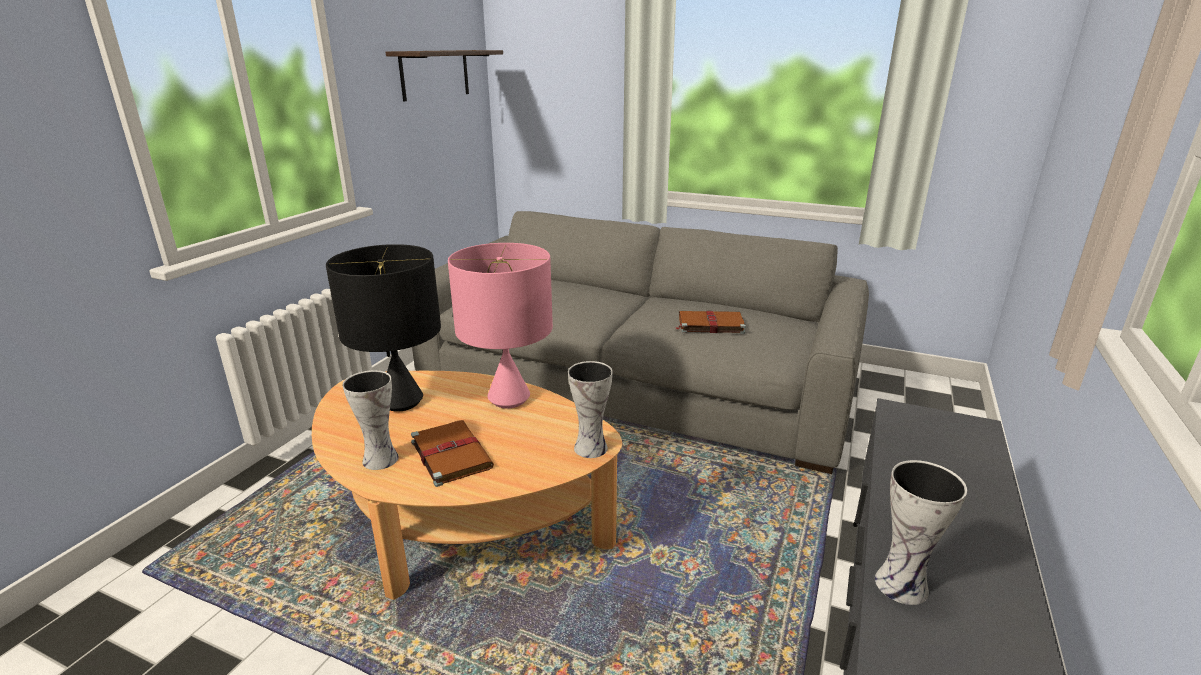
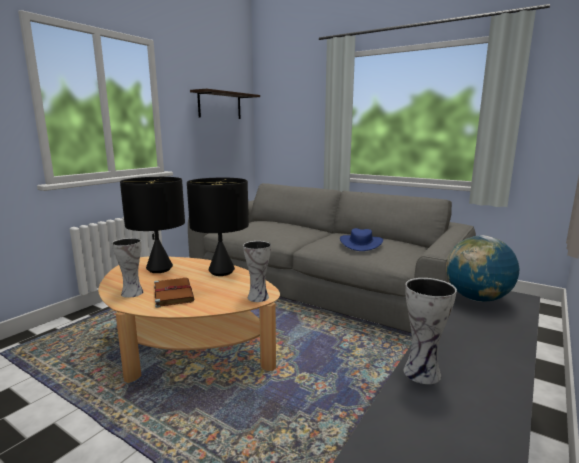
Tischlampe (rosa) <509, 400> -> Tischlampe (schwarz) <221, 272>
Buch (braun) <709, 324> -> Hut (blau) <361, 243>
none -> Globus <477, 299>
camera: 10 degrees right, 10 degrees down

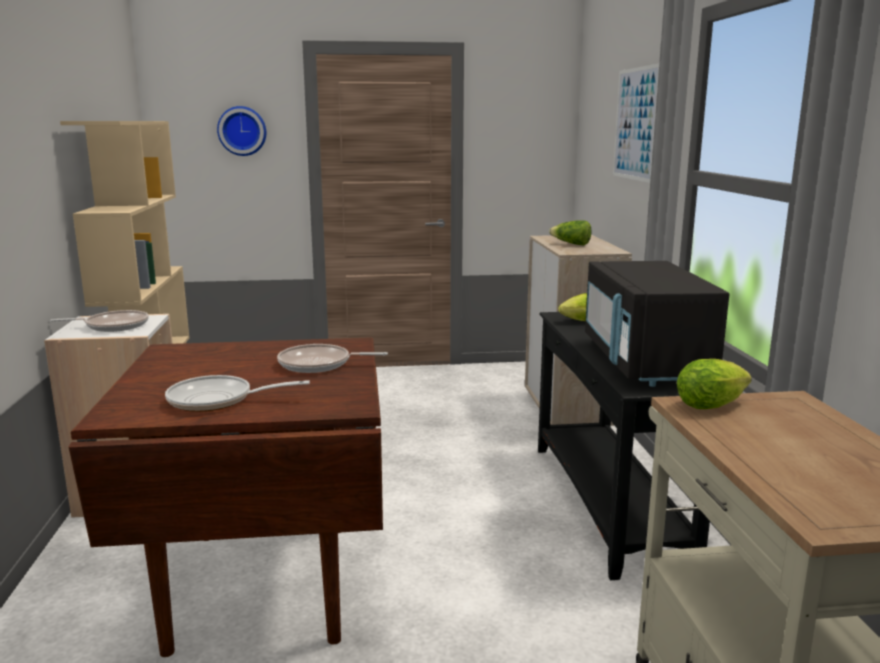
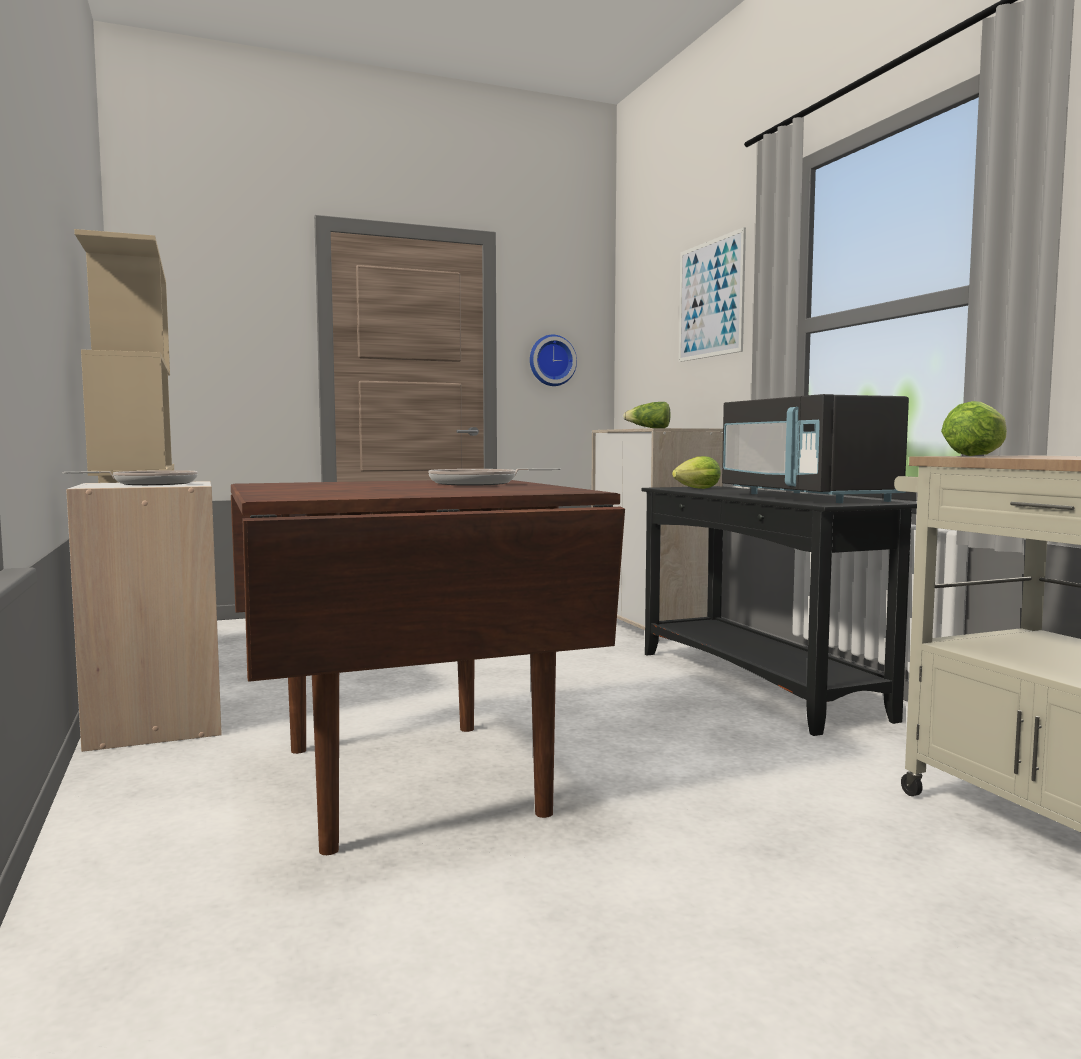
Wanduhr <242, 131> -> Wanduhr <551, 360>, shifted
Pfanne <217, 400> -> none
camera: 15 degrees left, 10 degrees down

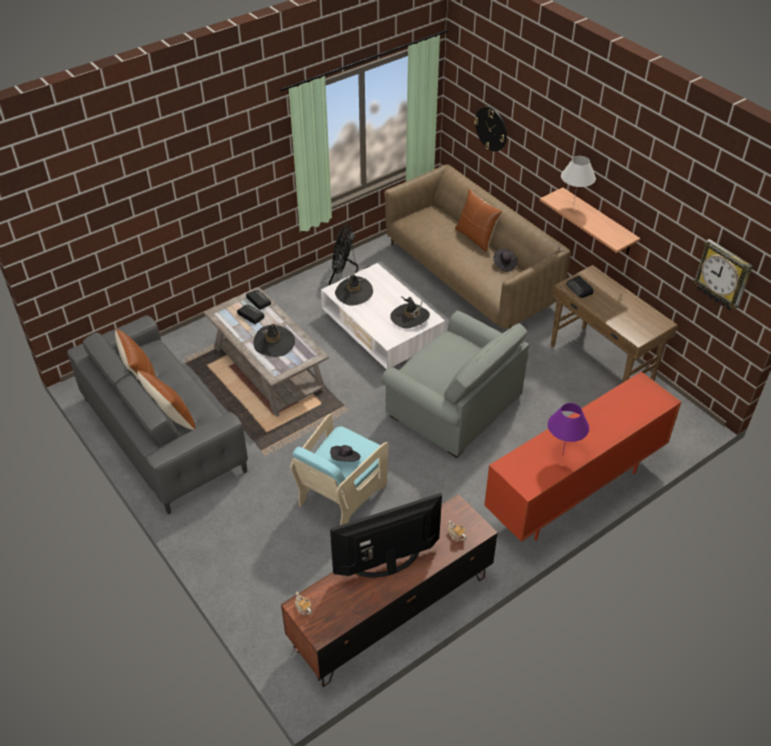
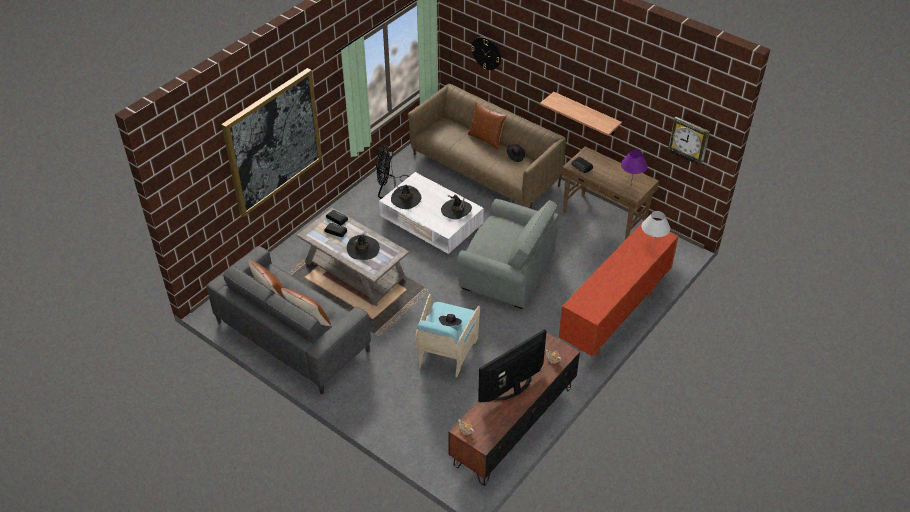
none -> Bild <273, 141>
Tischlampe (lila) <562, 454> -> Tischlampe (lila) <630, 186>, shifted
Tischlampe (weiß) <573, 207> -> Tischlampe (weiß) <651, 248>, shifted
camera: 15 degrees left, 0 degrees up

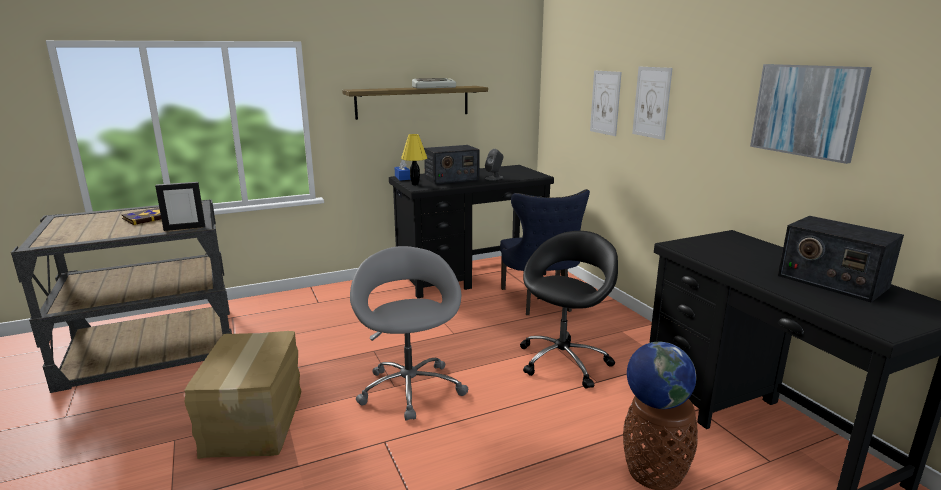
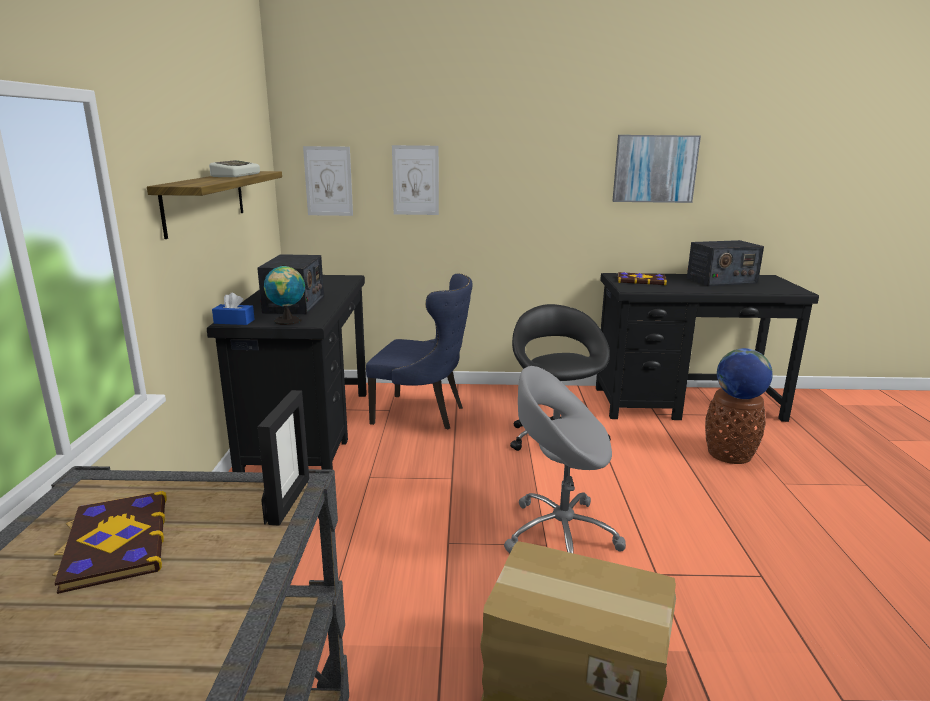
Tischlampe (gelb) <415, 184> -> Globus <287, 321>
Bild <651, 102> -> Bild <328, 181>, shifted
none -> Buch <641, 280>
Lautsprecher (grau) <494, 178> -> none
camera: 65 degrees left, 0 degrees up

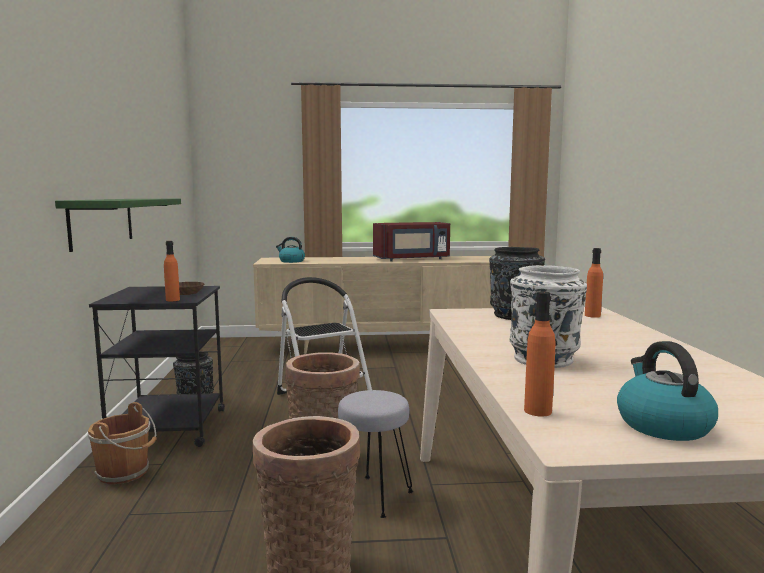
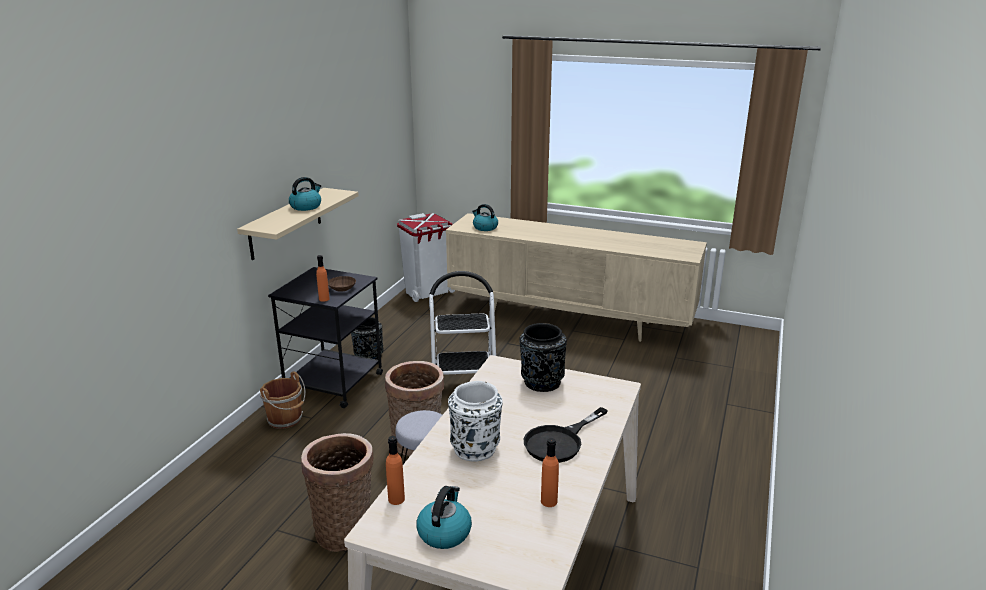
Wandregal (grün) <102, 222> -> Wandregal (beige) <285, 223>
none -> Wasserkessel <306, 206>
none -> Mülleimer (weiß) <428, 293>
none -> Pfanne (schwarz) <560, 441>
Flasche (orange) <592, 315> -> Flasche (orange) <549, 501>, shifted
Mikrowelle (rot) <412, 259> -> none
camera: 25 degrees right, 15 degrees up

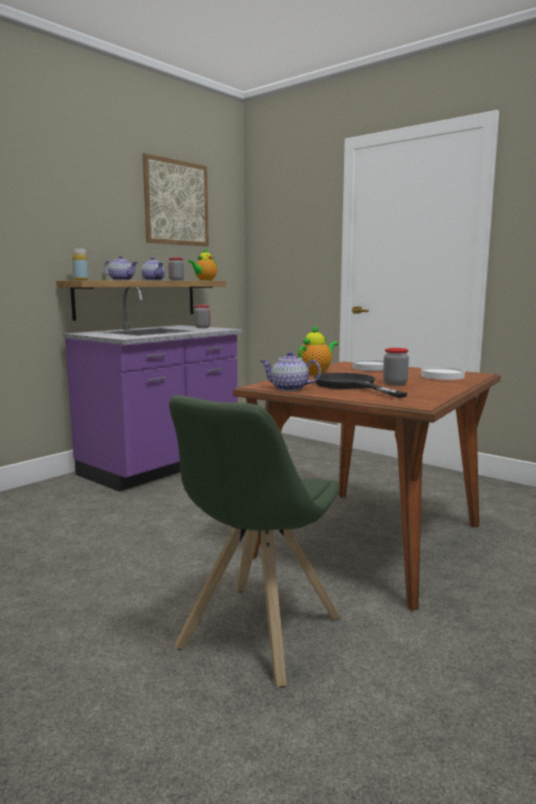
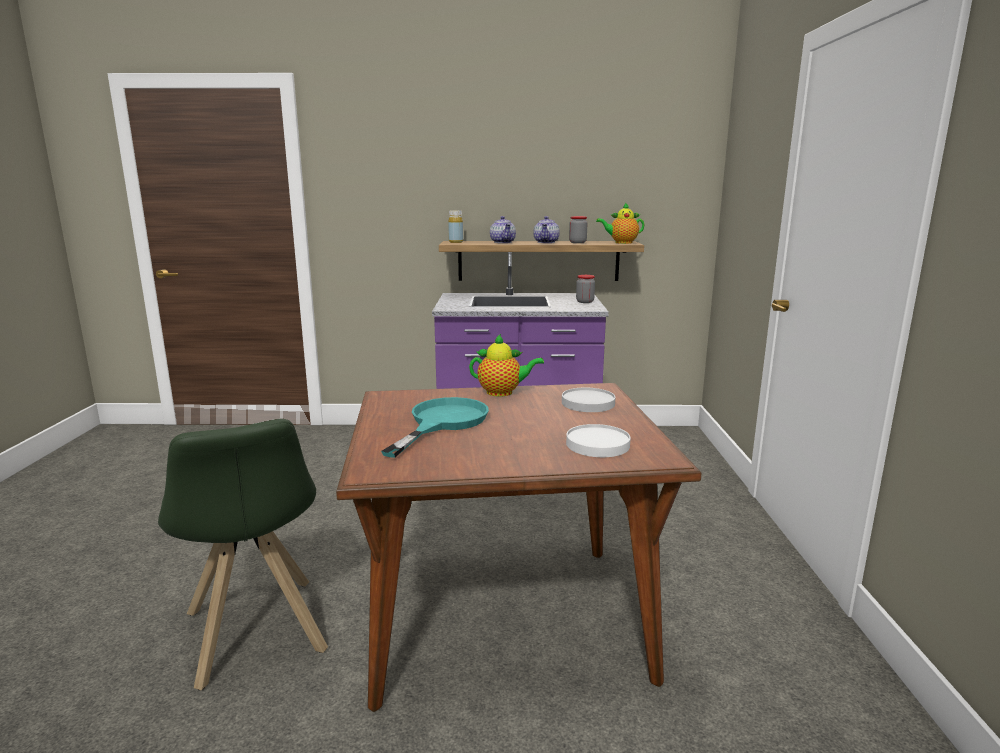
Stuhl (grün) <258, 632> -> Stuhl (grün) <256, 631>, 105 degrees counterclockwise
Pfanne (schwarz) <350, 386> -> Pfanne (türkis) <442, 422>
Bild <176, 202> -> none
Teekanne <289, 388> -> none
Vorratsglas <395, 383> -> none
camera: 50 degrees right, 5 degrees up

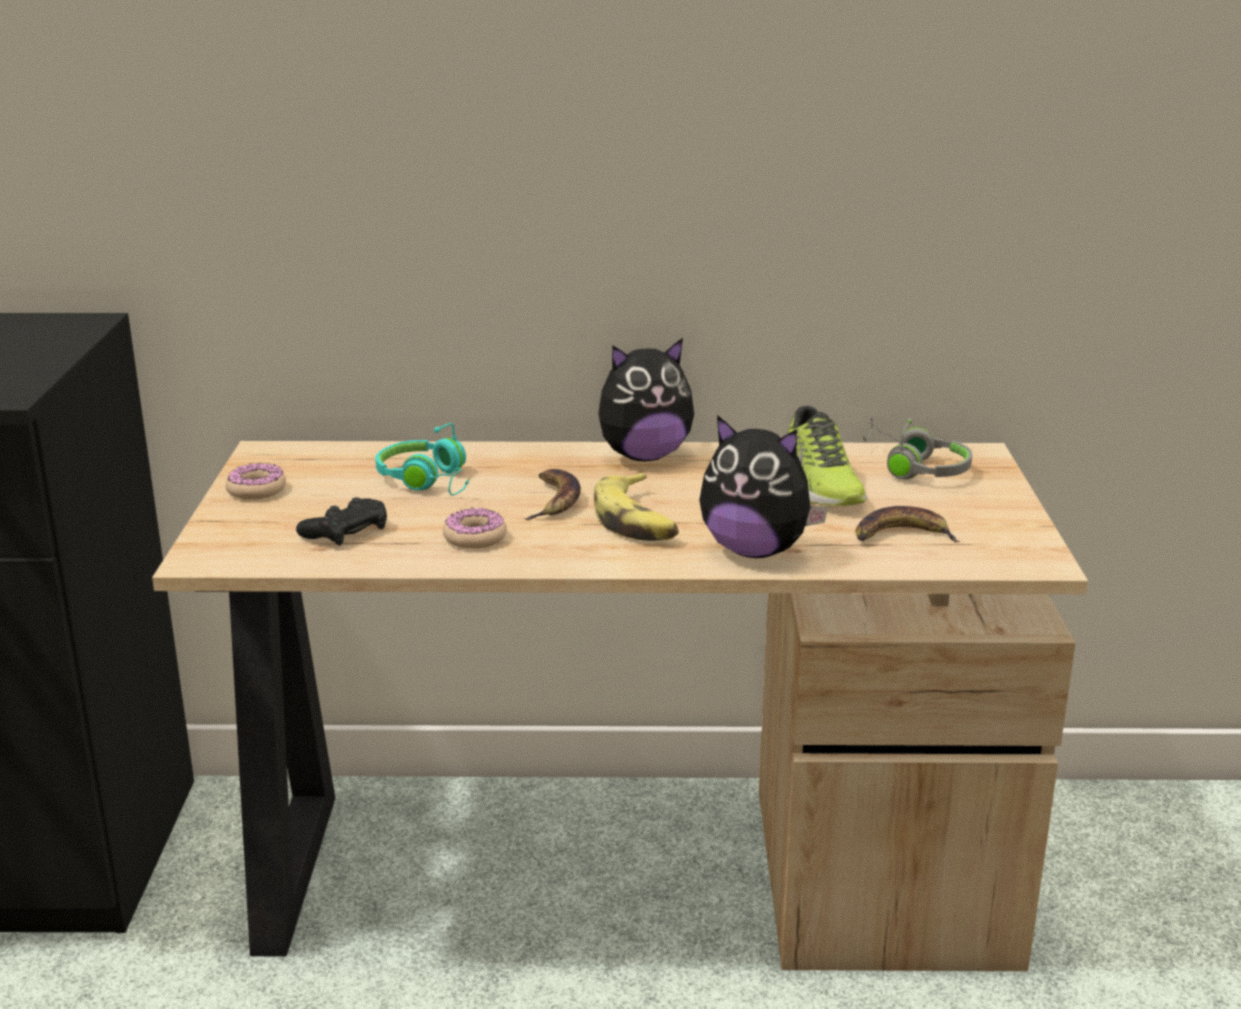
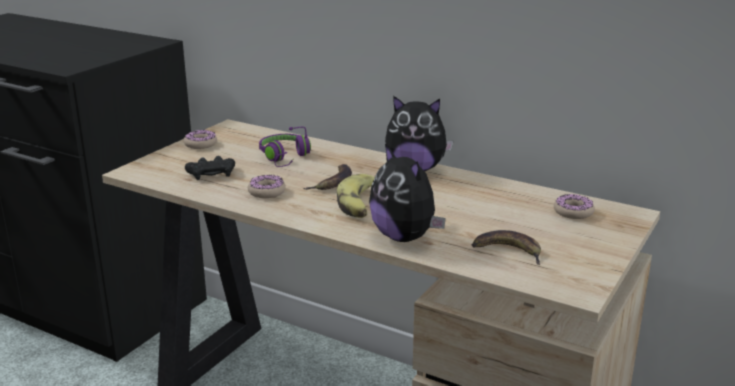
Kopfhörer (türkis) <429, 481> -> Kopfhörer (lila) <285, 158>
Kopfhörer (grau) <913, 467> -> Donut <573, 212>
Schuh <818, 484> -> none
camera: 30 degrees right, 0 degrees up

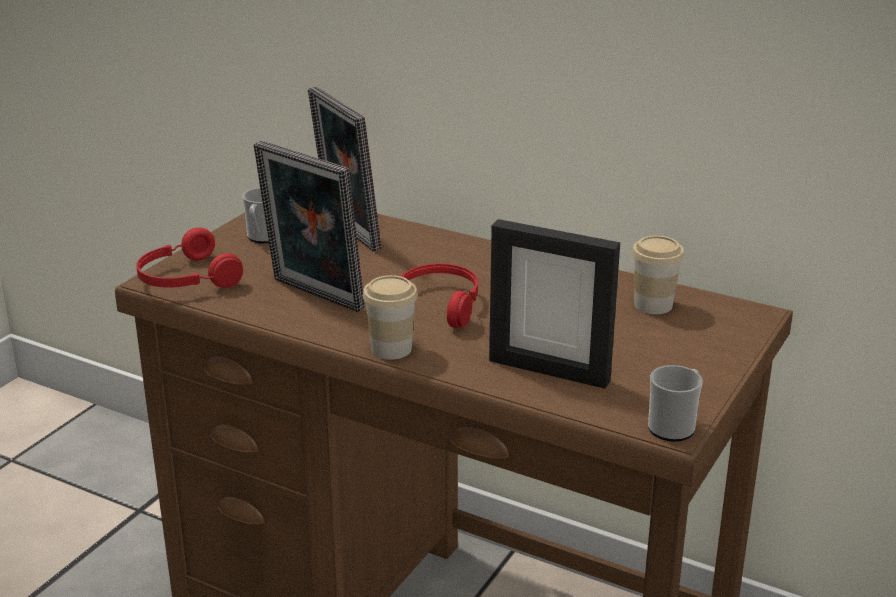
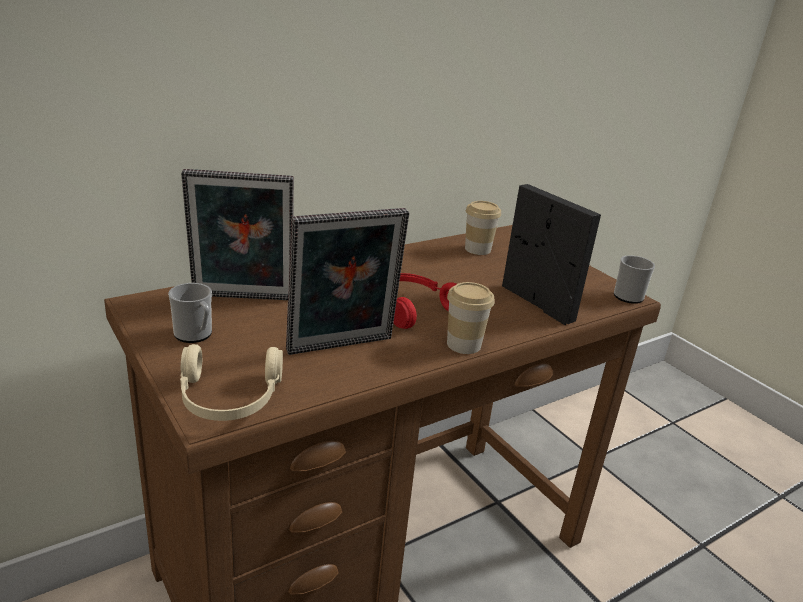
Kopfhörer (rot) <186, 279> -> Kopfhörer (beige) <229, 399>
Bilderrahmen <550, 369> -> Bilderrahmen <536, 303>, 90 degrees counterclockwise
camera: 65 degrees left, 0 degrees up

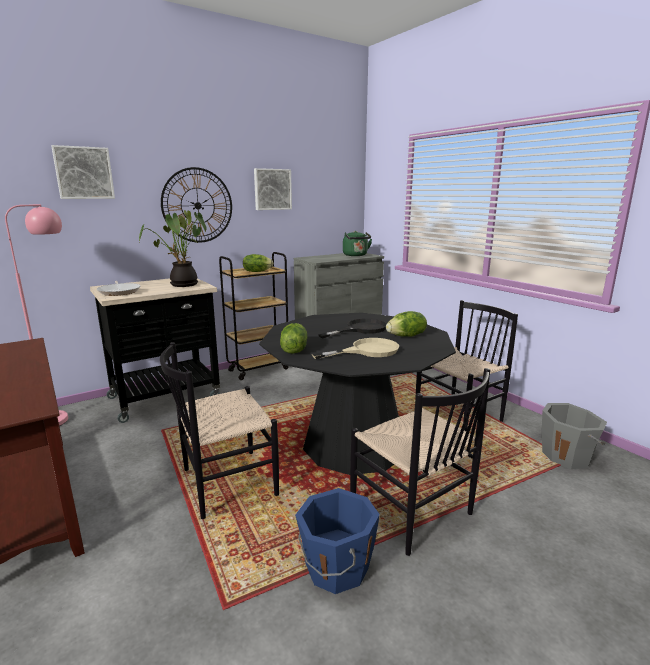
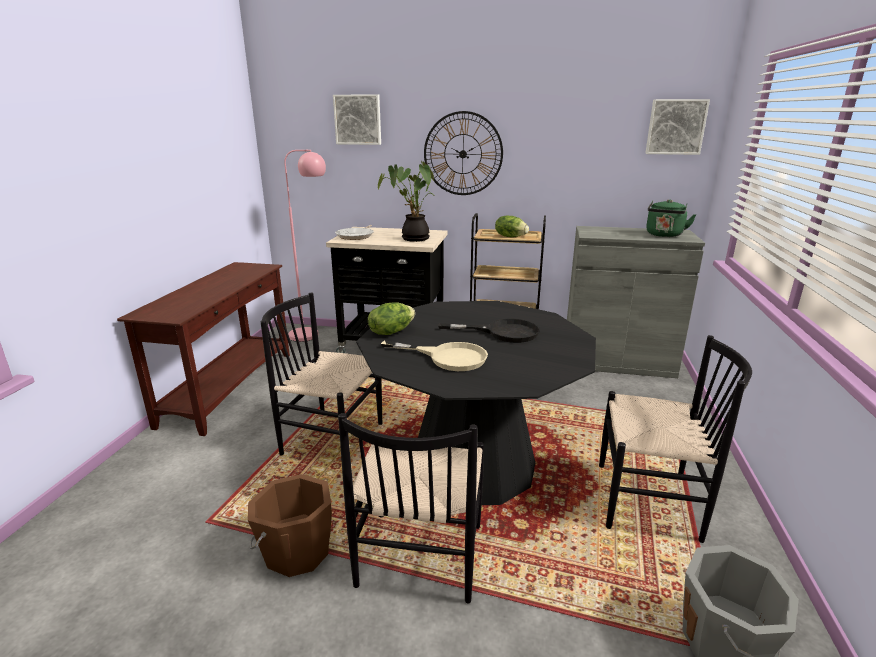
Eimer (blau) <335, 567> -> Eimer (braun) <296, 551>
Bild <272, 189> -> Bild <675, 127>, shifted
Salatkopf <406, 336> -> none
camera: 45 degrees right, 5 degrees up

